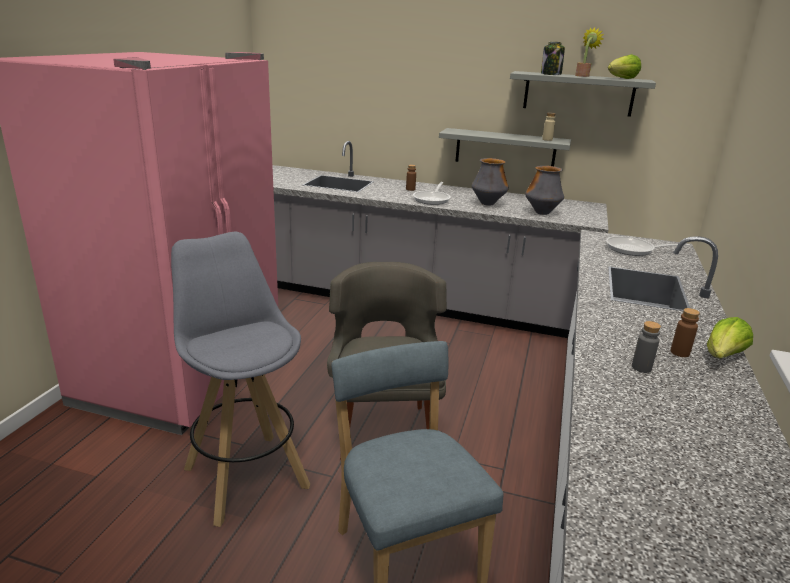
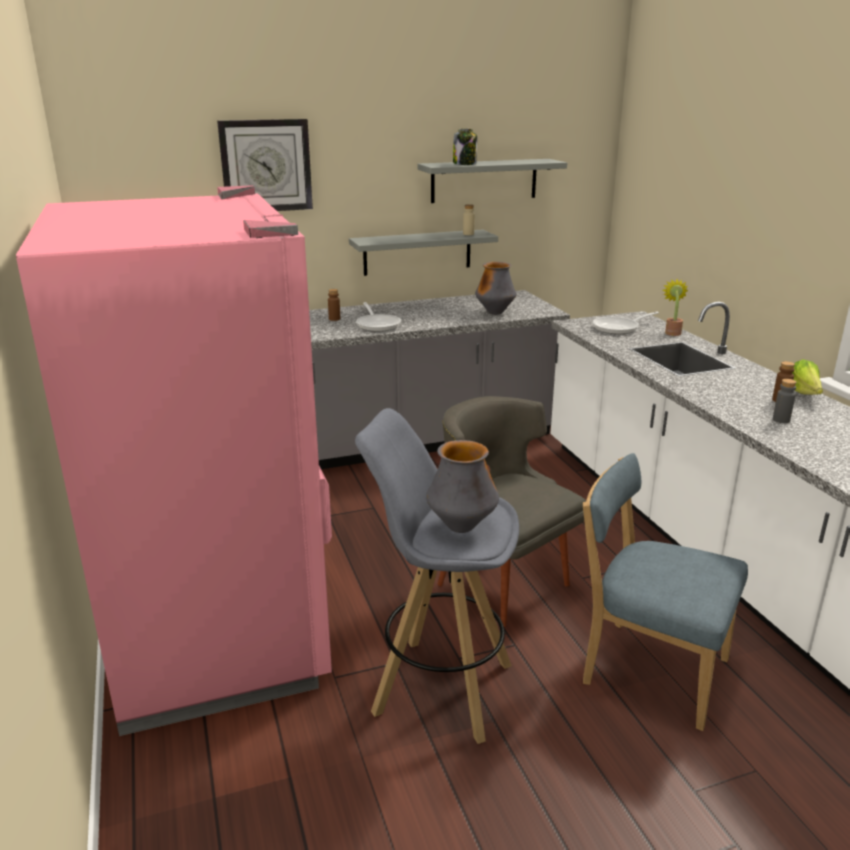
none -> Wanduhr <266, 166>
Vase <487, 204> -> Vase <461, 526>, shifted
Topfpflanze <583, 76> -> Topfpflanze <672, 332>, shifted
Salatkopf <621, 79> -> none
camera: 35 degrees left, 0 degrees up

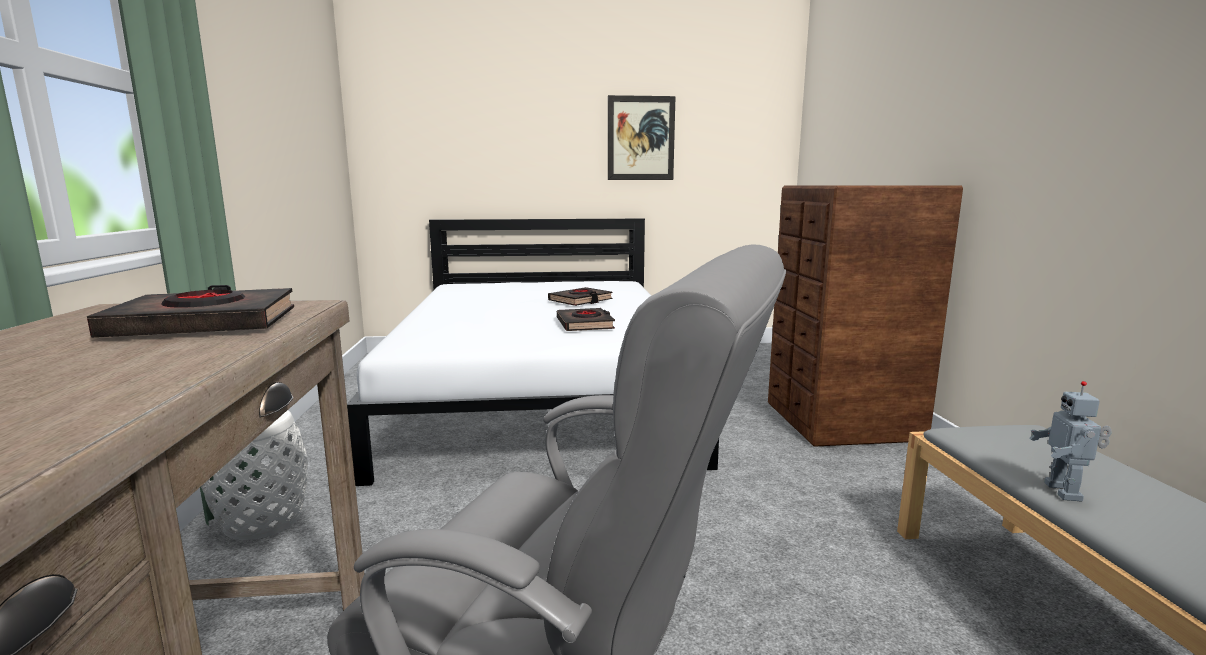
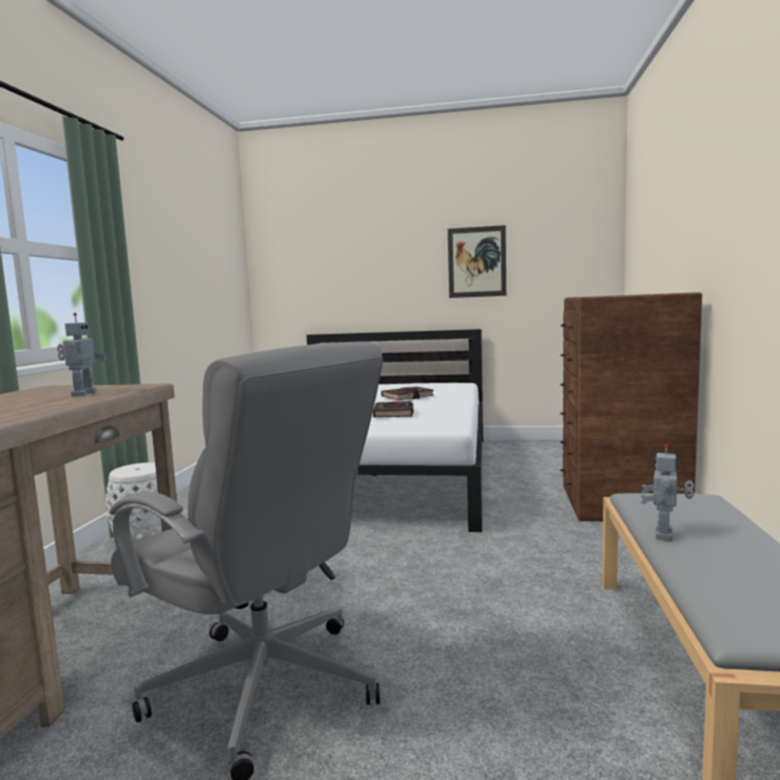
Buch (schwarz) <205, 324> -> Spielzeugroboter <82, 394>
camera: 15 degrees right, 5 degrees down

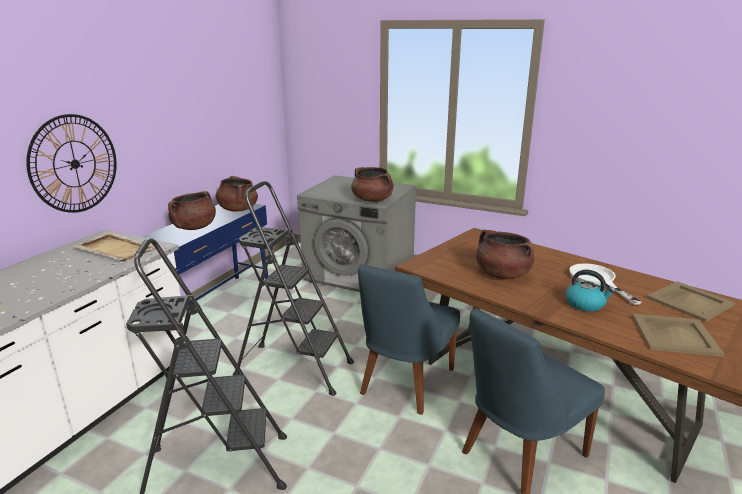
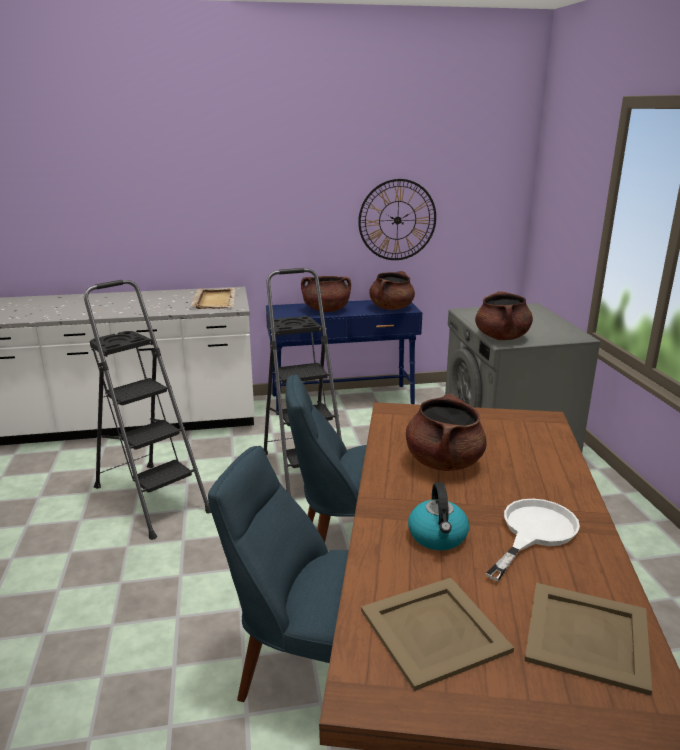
Wanduhr <74, 164> -> Wanduhr <397, 220>, shifted
camera: 55 degrees right, 0 degrees up

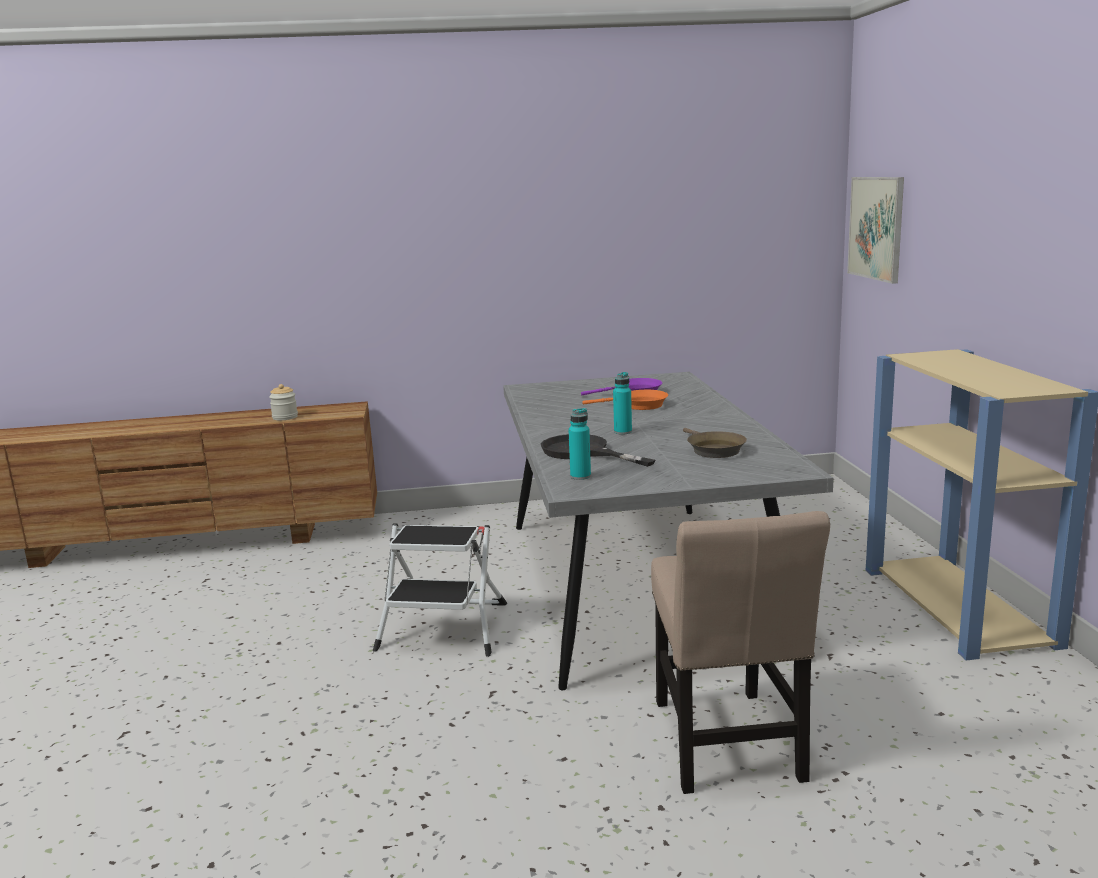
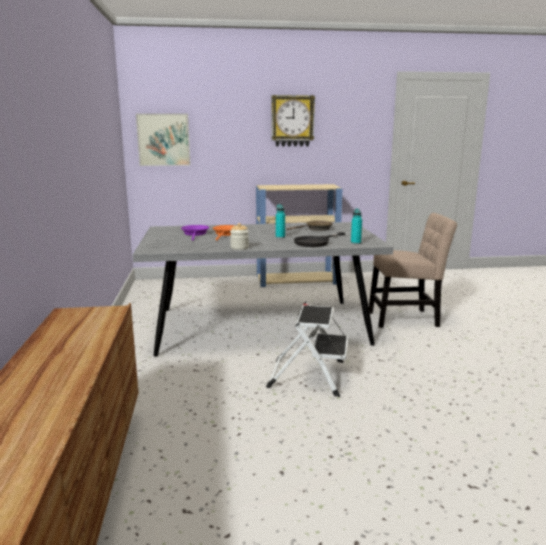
Vorratsglas <285, 417> -> Vorratsglas <239, 247>, shifted
none -> Wanduhr <292, 121>
camera: 90 degrees left, 0 degrees up

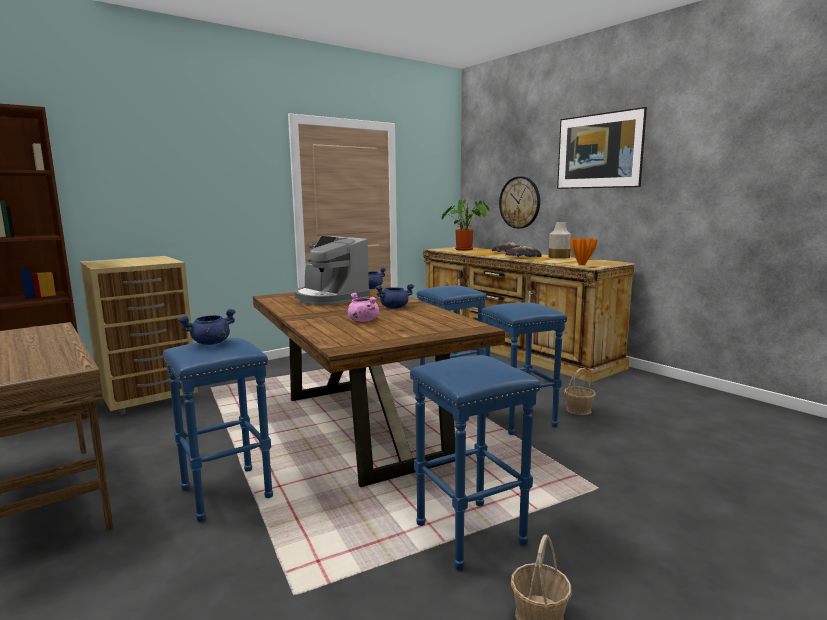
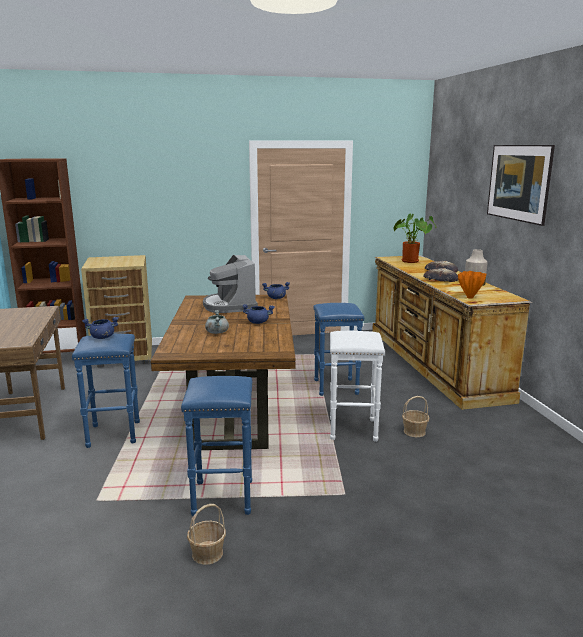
Kochtopf (rosa) <362, 320> -> Kochtopf (grau) <216, 332>
Hocker (blau) <521, 421> -> Hocker (weiß) <354, 430>
Wanduhr <519, 202> -> none
camera: 25 degrees right, 5 degrees up

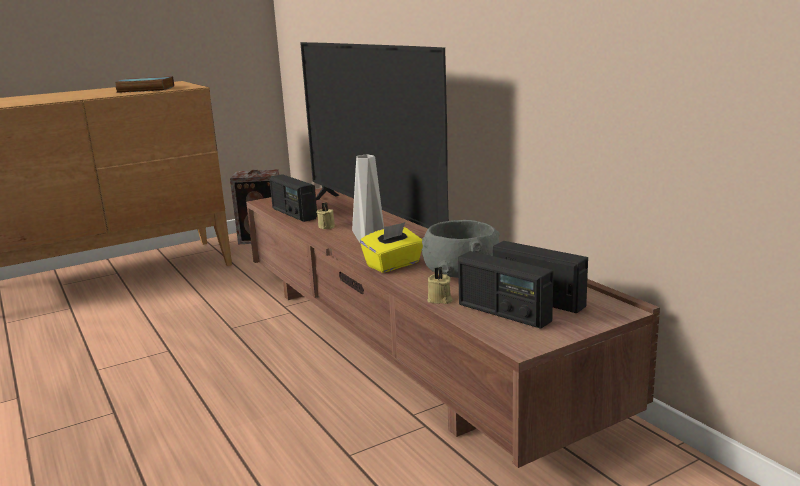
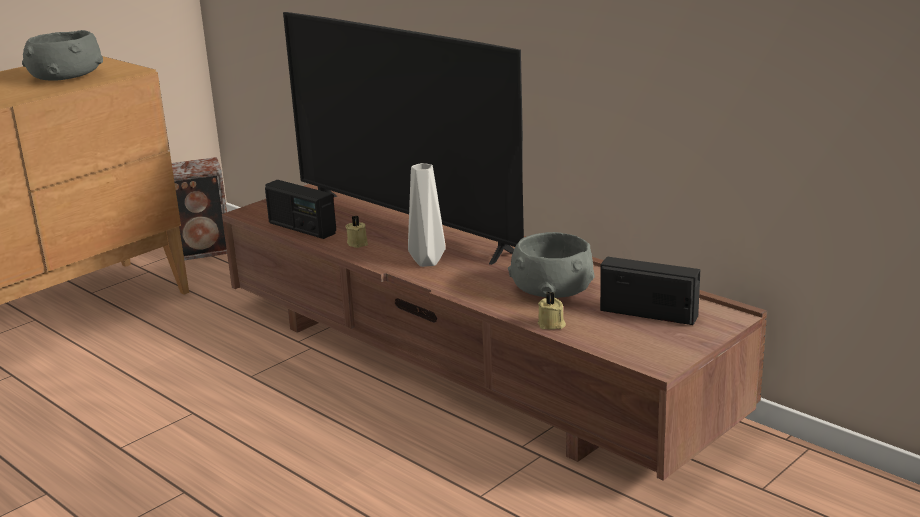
Buch <144, 89> -> Schüssel (grau) <66, 77>
Taschentuchbox (gelb) <393, 265> -> none
Radio <503, 313> -> none
camera: 15 degrees left, 5 degrees up

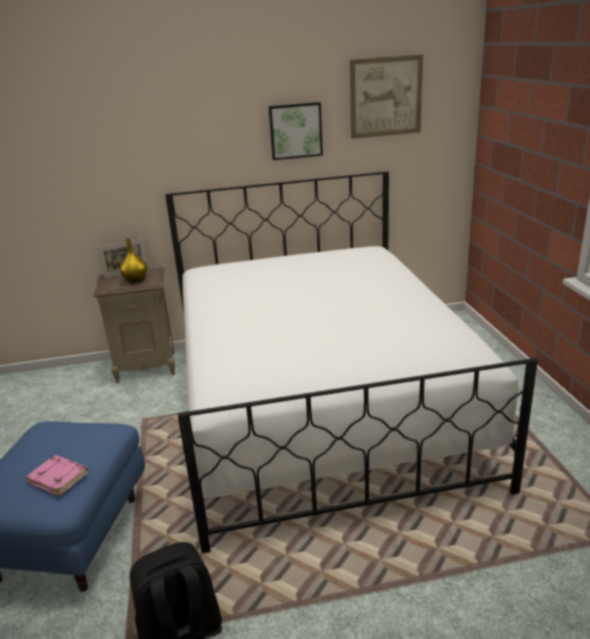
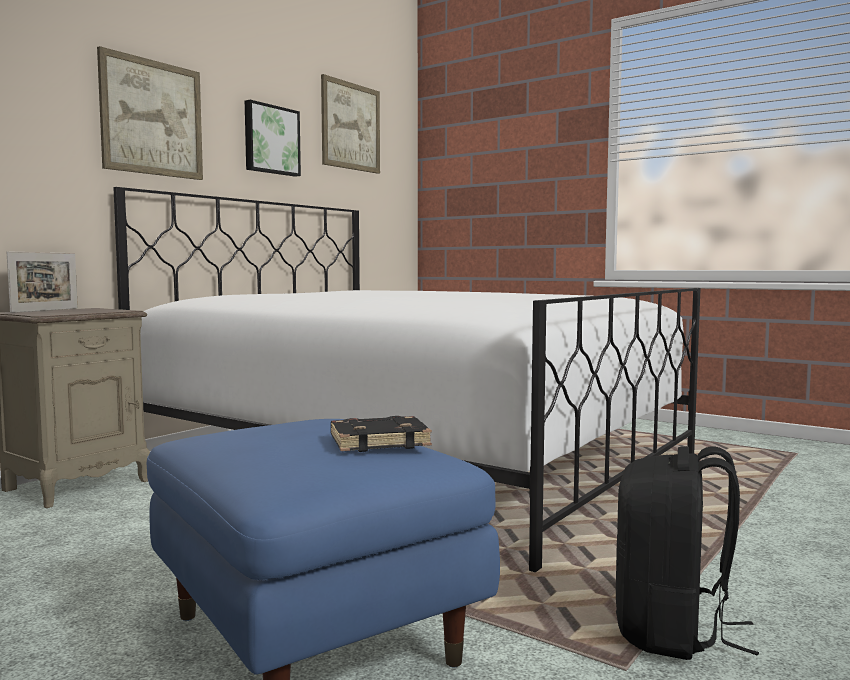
none -> Bild <152, 118>
Buch (rosa) <59, 478> -> Buch (schwarz) <380, 441>
Vase (gelb) <135, 280> -> none
camera: 45 degrees left, 20 degrees down

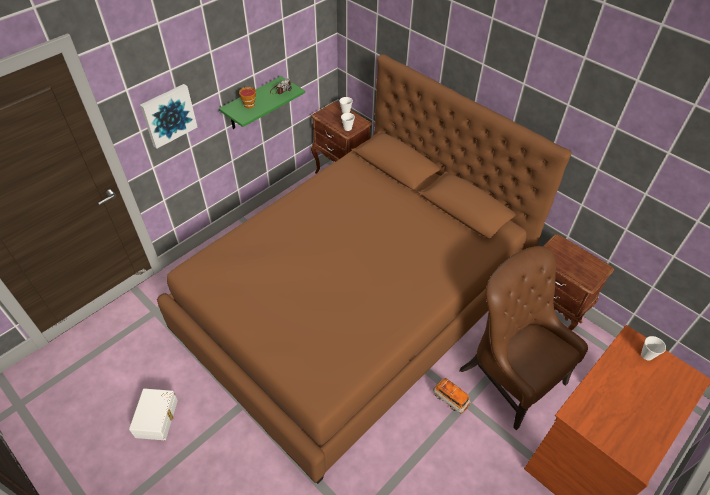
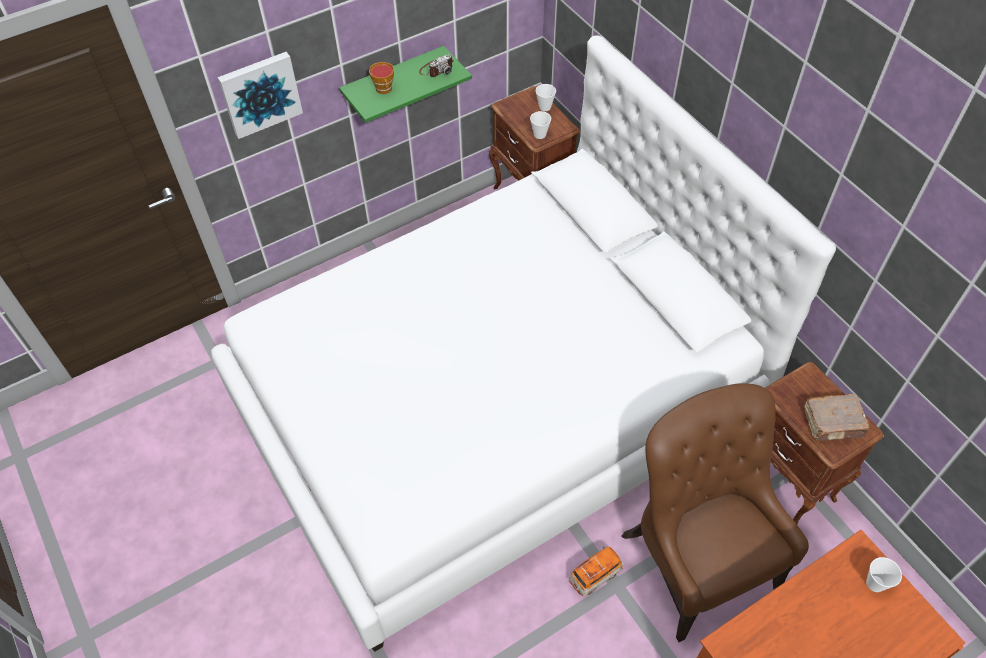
Bett (braun) <355, 305> -> Bett (weiß) <496, 407>
Spielzeugauto <450, 399> -> Spielzeugauto <595, 575>, 90 degrees counterclockwise
none -> Buch (braun) <834, 423>
Aufbewahrungsbox (weiß) <158, 418> -> none
camera: 15 degrees right, 5 degrees up

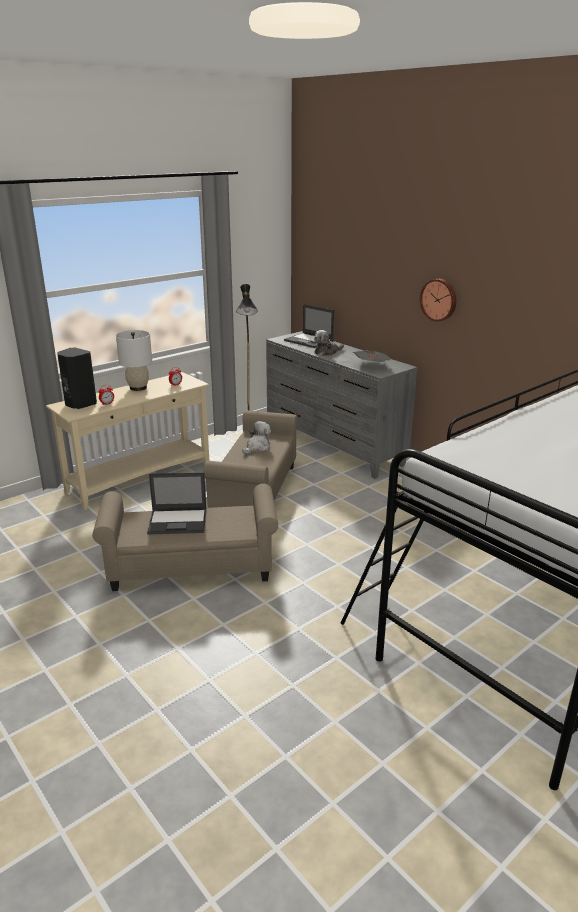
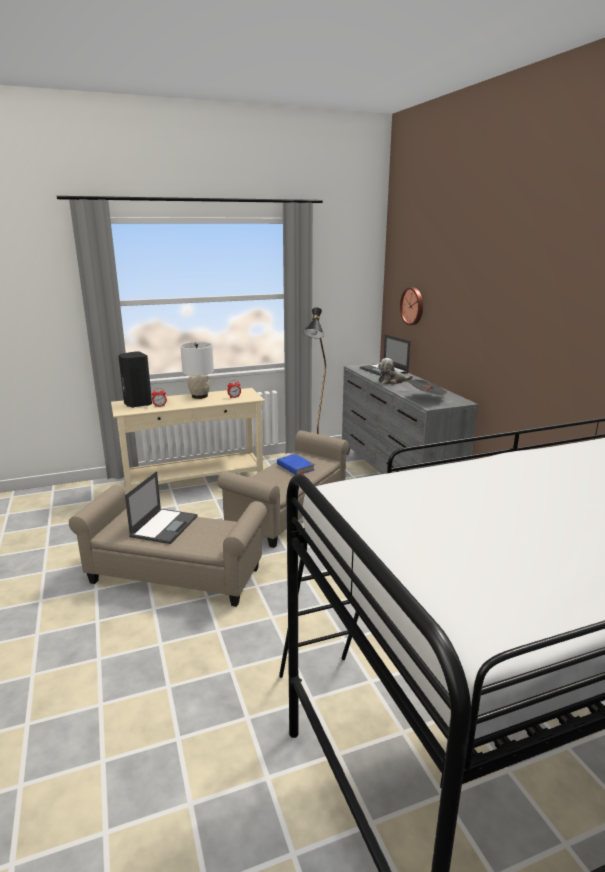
Laptop <178, 521> -> Laptop <164, 526>, 90 degrees counterclockwise
Plüschtier <257, 447> -> Buch (blau) <295, 467>
Wanduhr <439, 299> -> Wanduhr <413, 306>, shifted
camera: 20 degrees right, 5 degrees down

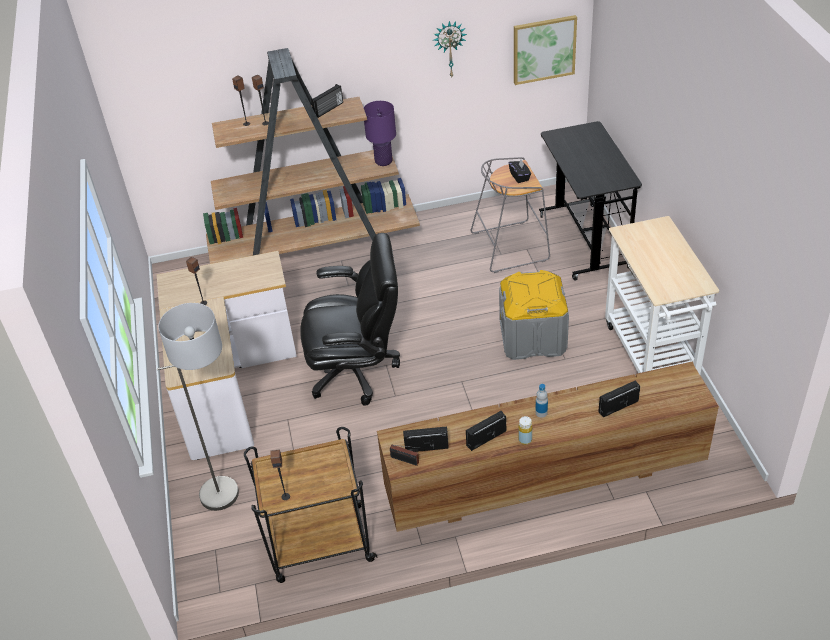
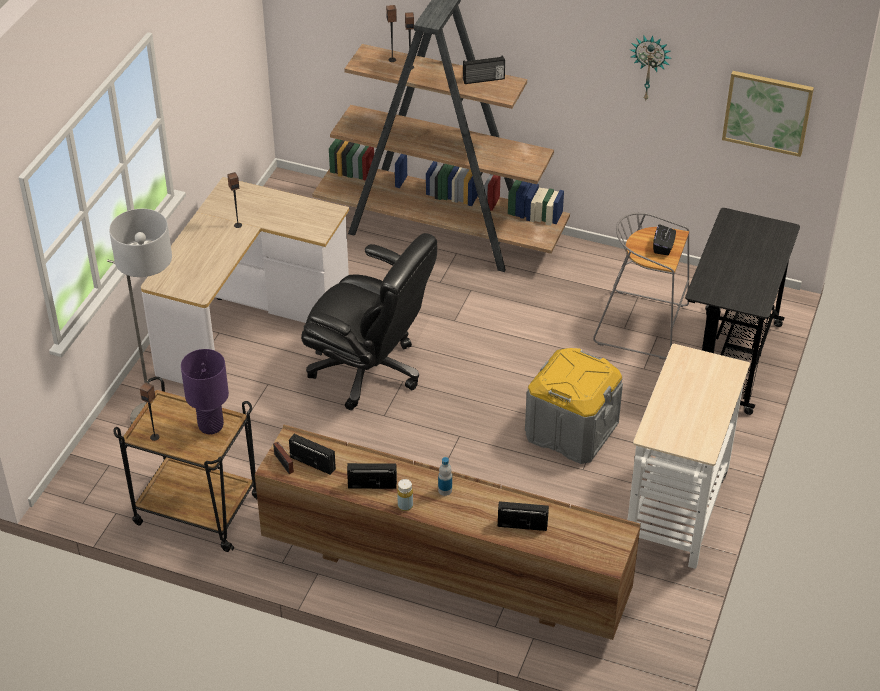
Tischlampe (lila) <384, 163> -> Tischlampe (lila) <211, 428>, shifted
camera: 30 degrees right, 0 degrees up

